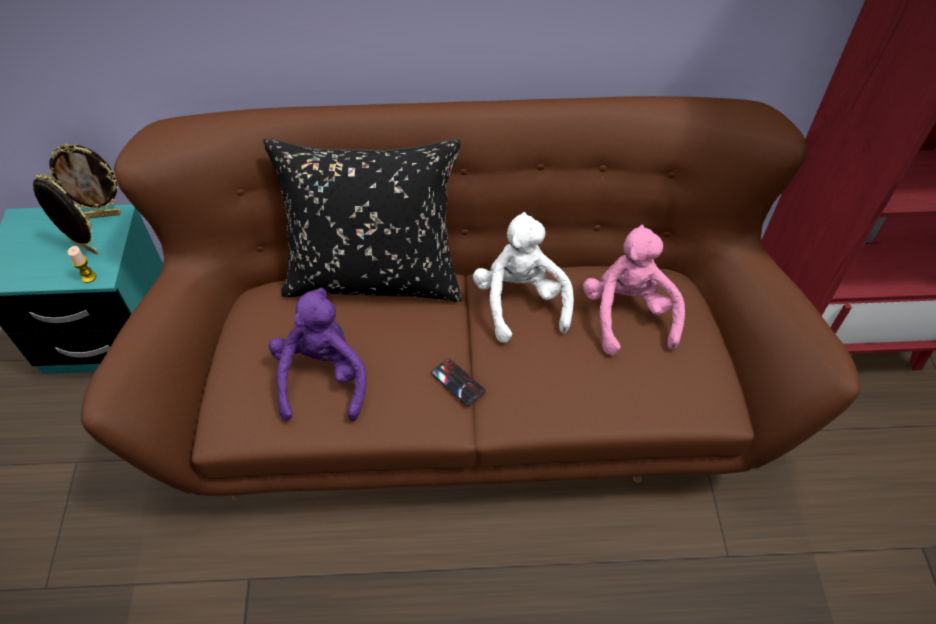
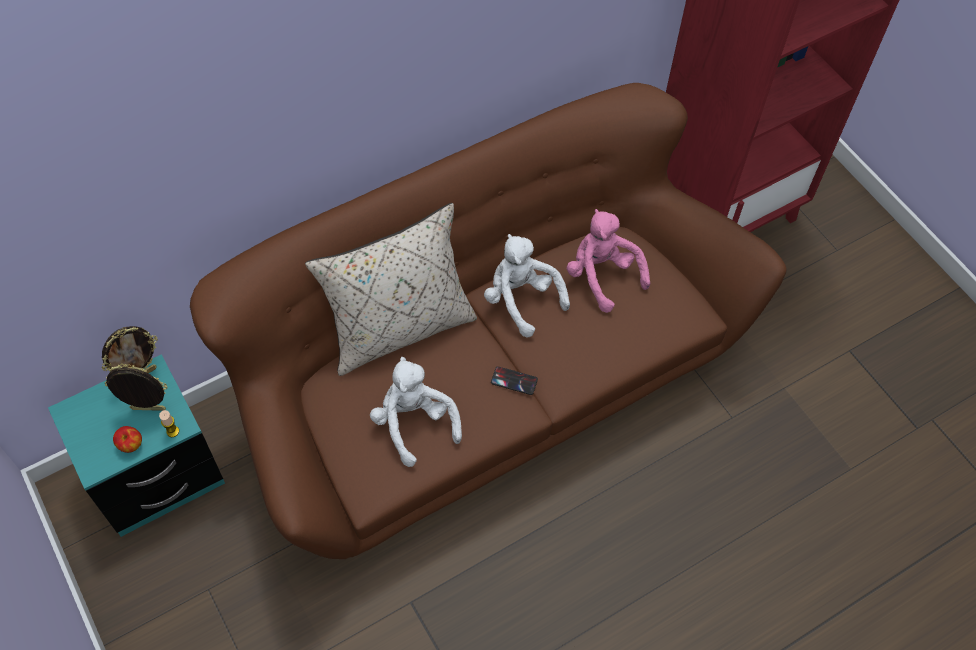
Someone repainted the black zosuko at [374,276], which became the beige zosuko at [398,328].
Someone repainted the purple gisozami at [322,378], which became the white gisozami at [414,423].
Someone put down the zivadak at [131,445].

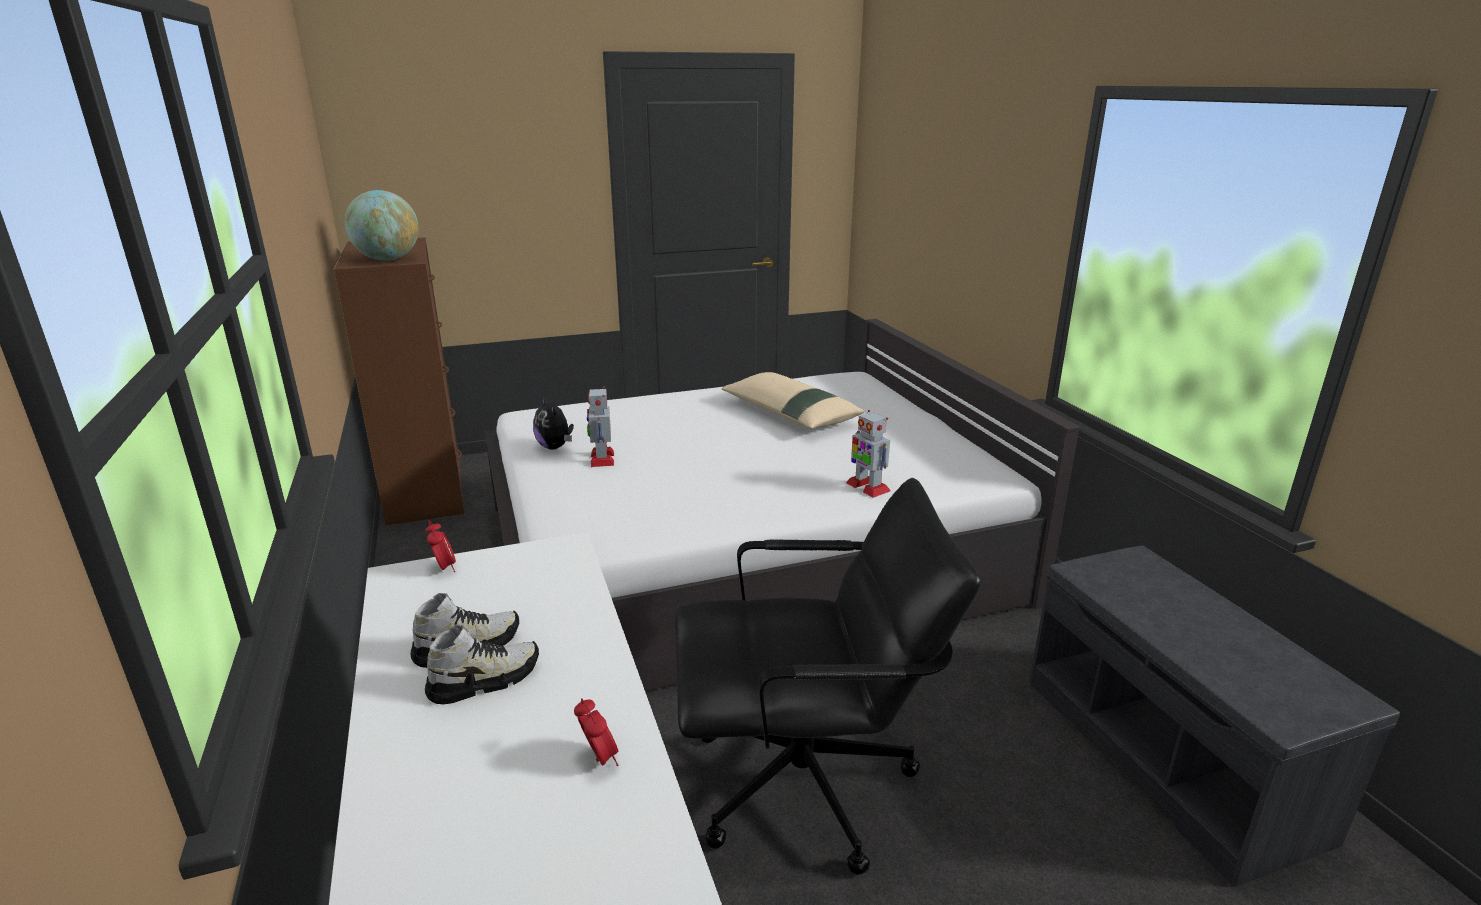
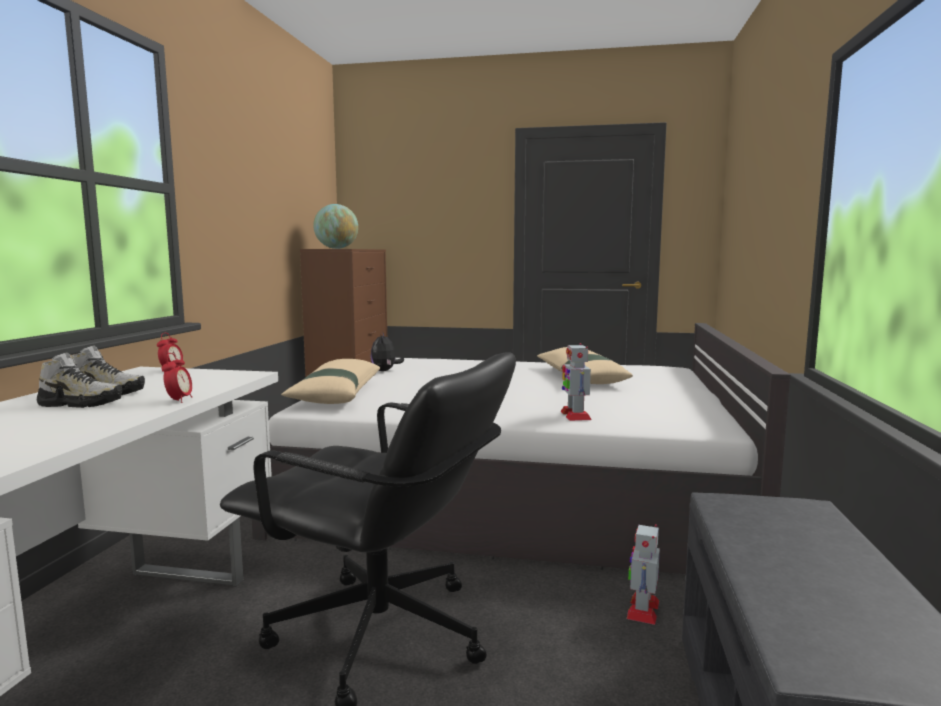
Someone carried the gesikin from [602,458] to [642,609].
Someone carried the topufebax from [599,759] to [179,400].
Someone put down the beige zosuko at [336,394].

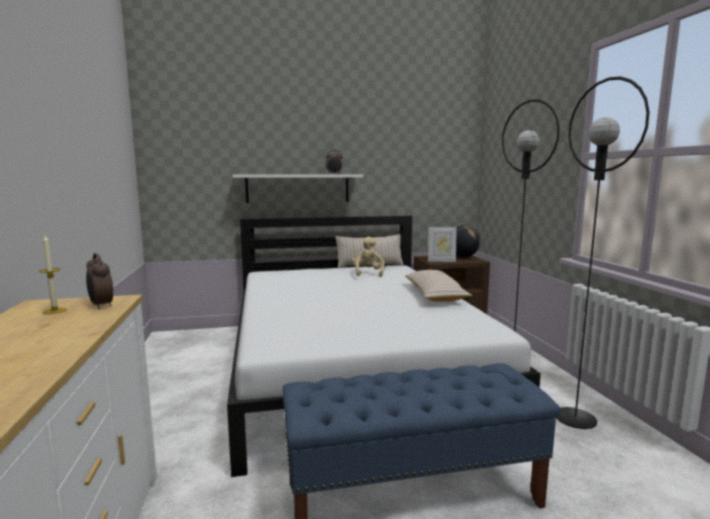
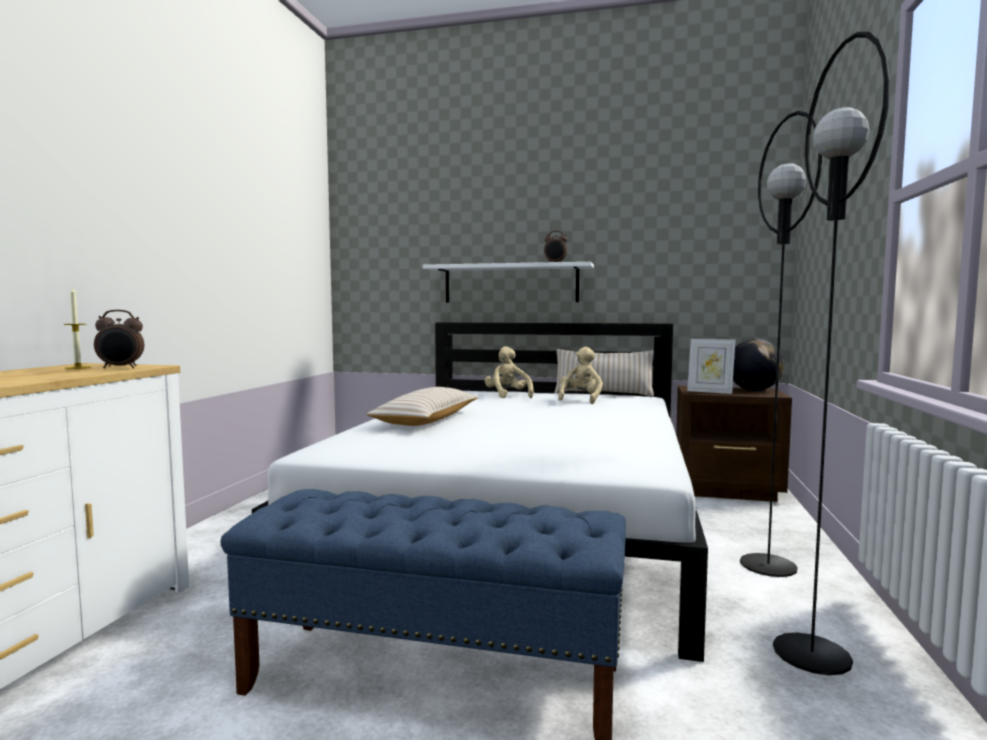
Someone rotated the topufebax at [101,306] by 90 degrees counterclockwise.
Someone carried the beige zosuko from [434,295] to [426,420].
Someone put down the beige gisozami at [507,396].

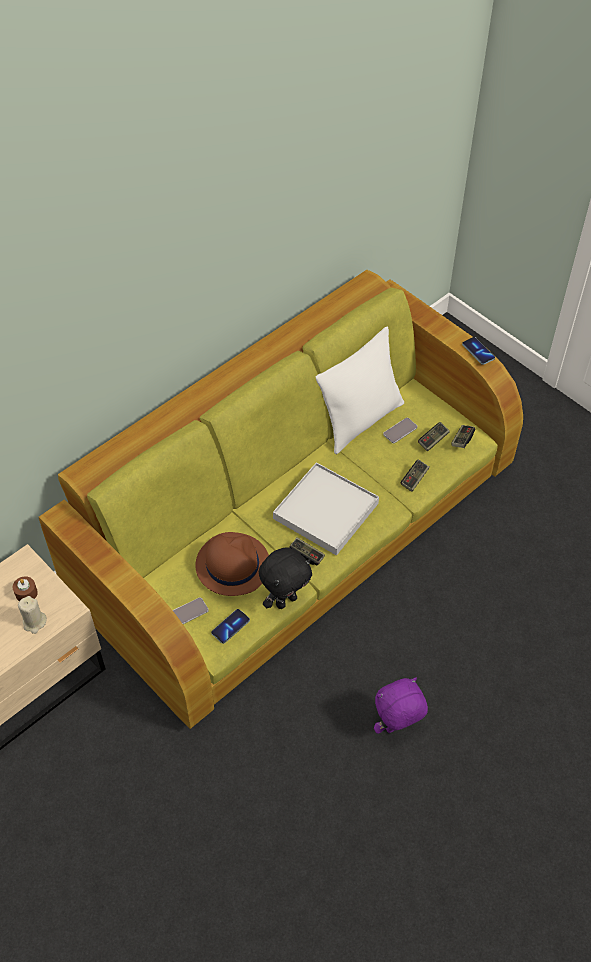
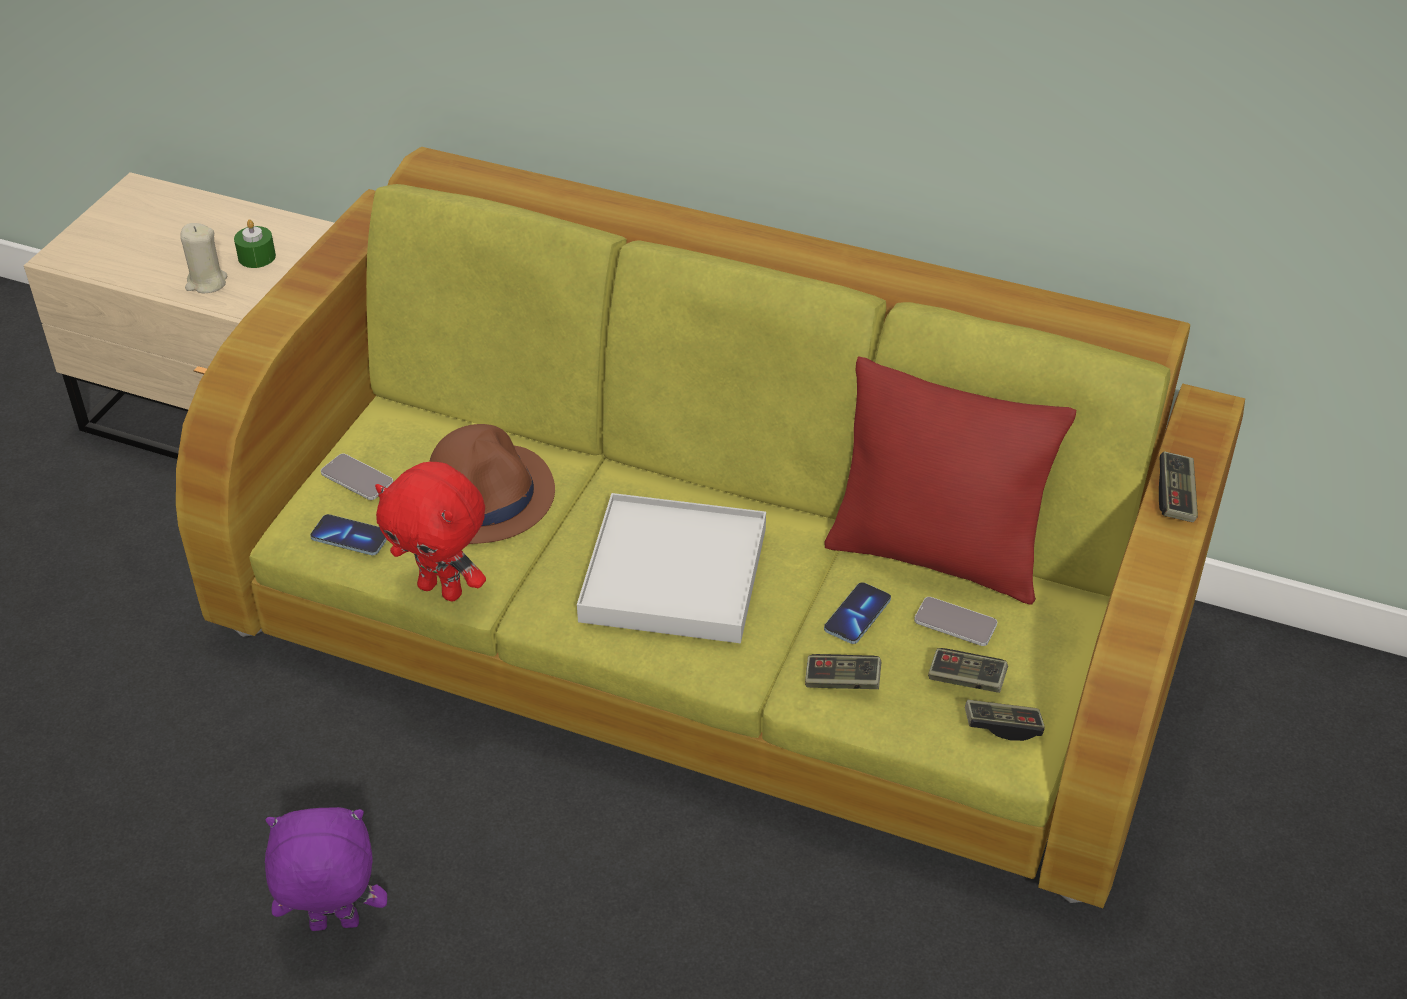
Someone repainted the white zosuko at [360,421], which became the red zosuko at [935,556].
Someone carried the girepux from [478,351] to [857,615].
Someone carried the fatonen from [307,554] to [1175,497].
Someone repainted the black gisozami at [285,600], which became the red gisozami at [442,589].
Someone repainted the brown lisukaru at [26,593], which became the green lisukaru at [257,257].
Someone rotated the purple gisozami at [397,728] by 45 degrees counterclockwise.

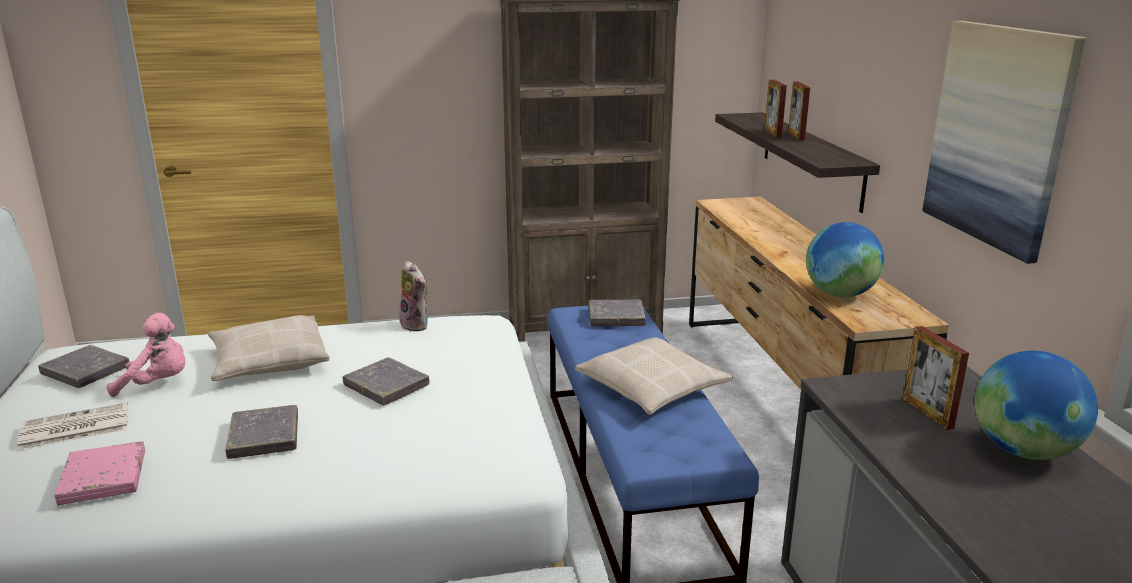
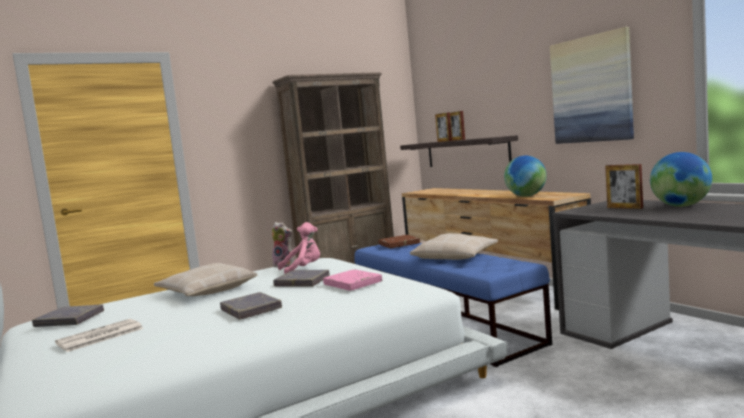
Someone repainted the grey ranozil at [616,317], which became the brown ranozil at [399,244].
Someone carried the pink gisozami from [158,384] to [303,270].
Someone carried the pink ranozil from [103,478] to [352,284].

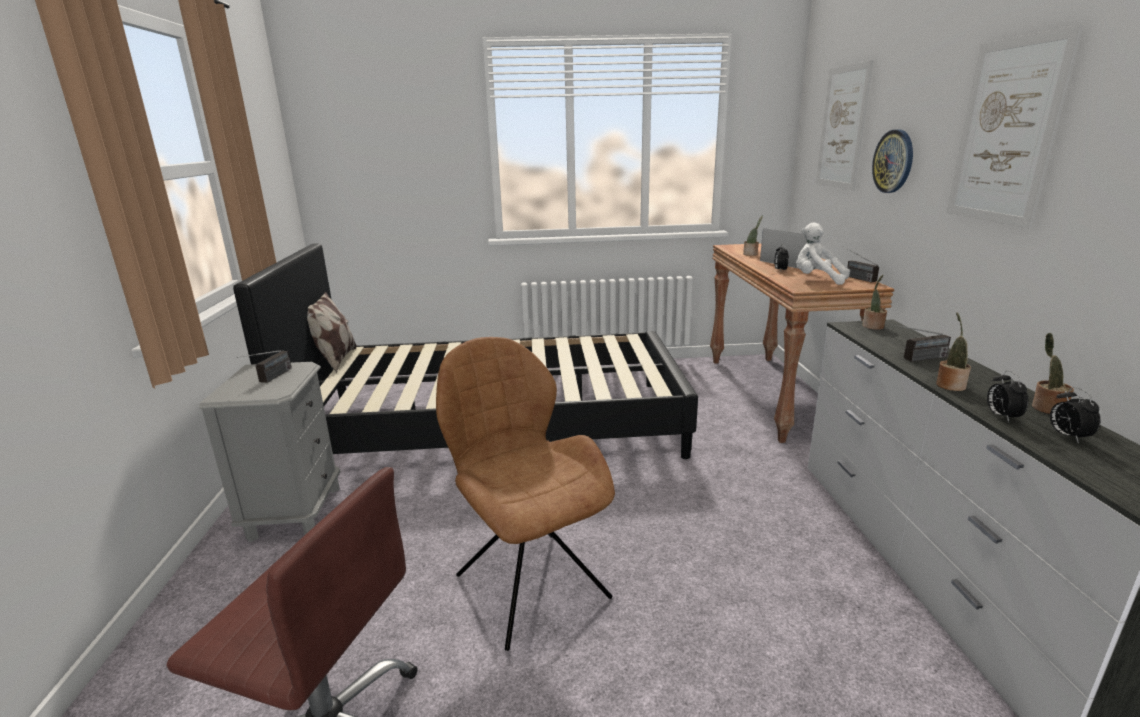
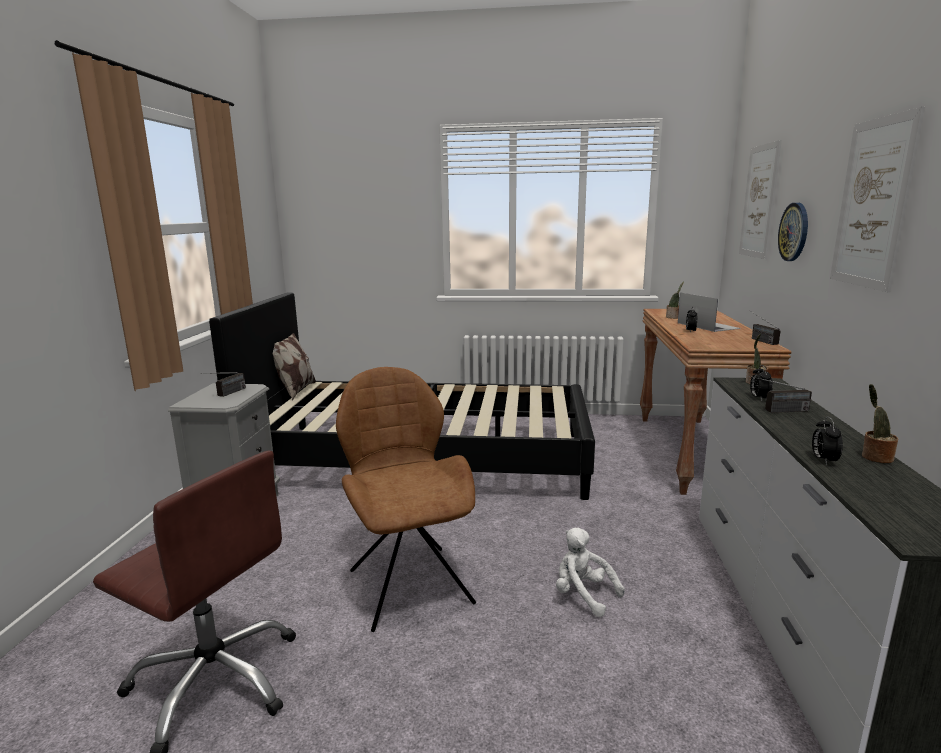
Someone carried the white gisozami from [817,280] to [583,595].
Someone took away the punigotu at [949,385].
Someone carried the topufebax from [1067,436] to [759,398].

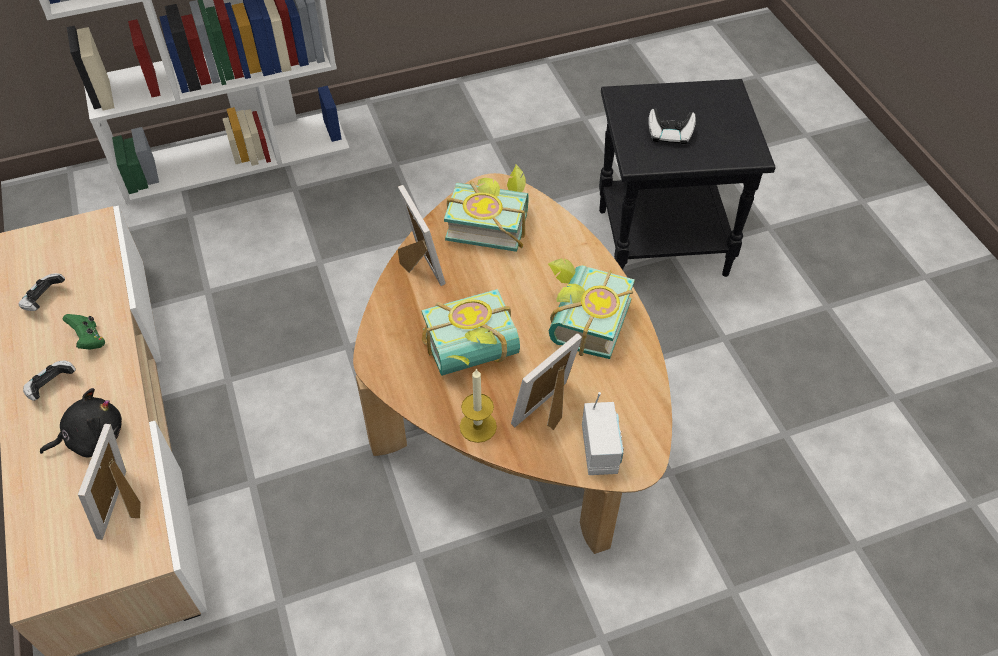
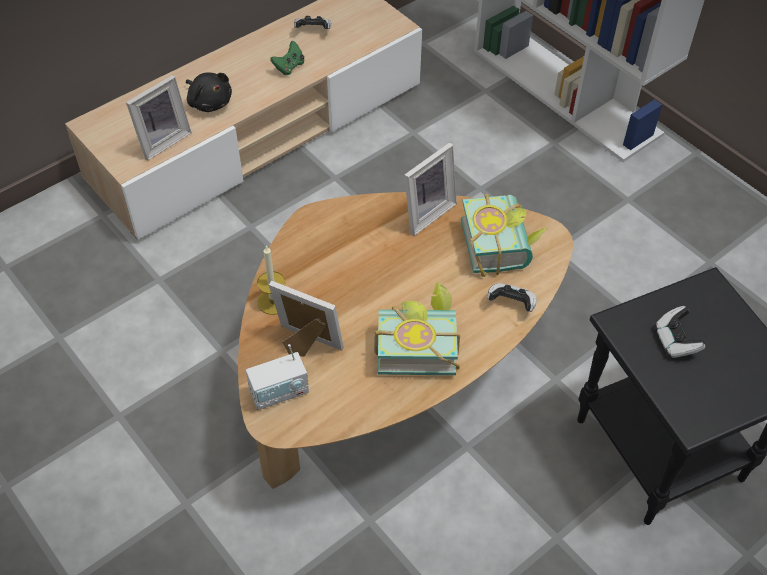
Someone took away the ranozil at [474,355].
Someone carried the fatonen from [52,387] to [511,304].
Someone rotated the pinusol at [126,505] by 150 degrees clockwise.

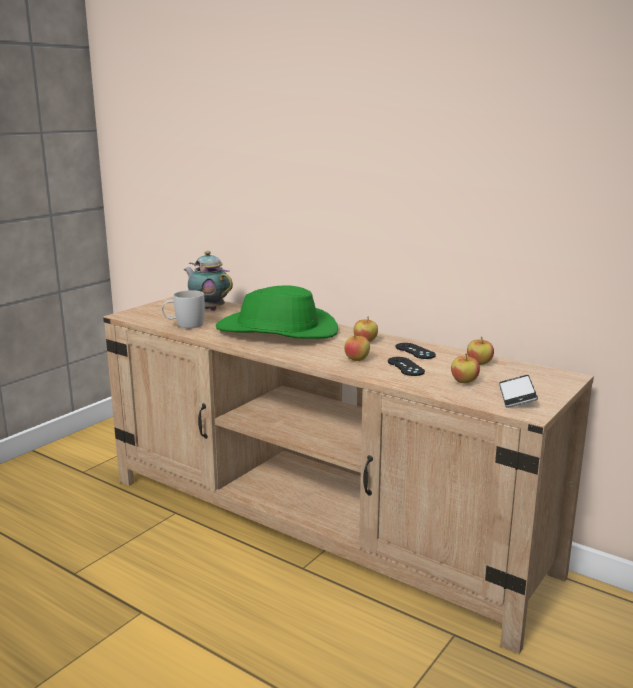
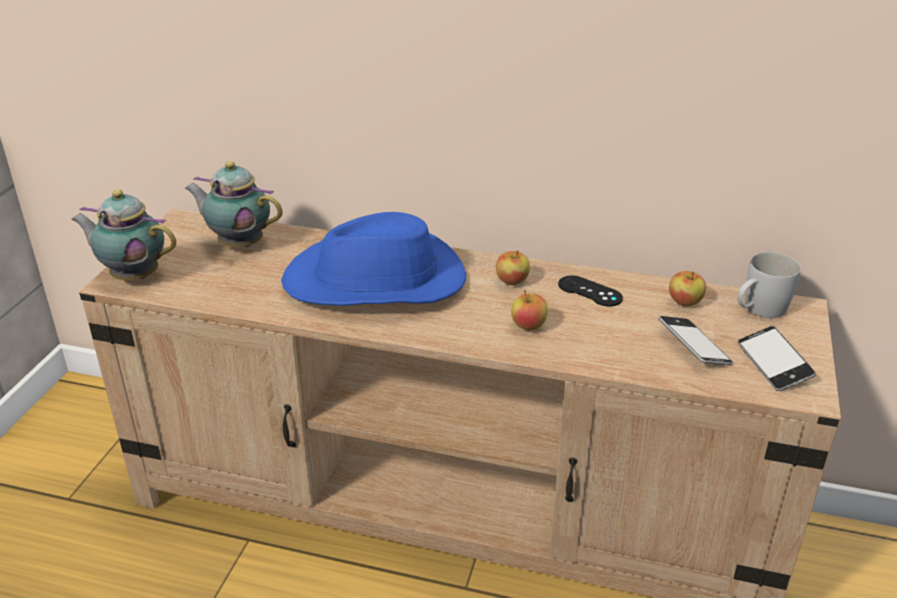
Someone repainted the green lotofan at [277,331], which became the blue lotofan at [376,281].
Someone carried the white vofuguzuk from [184,325] to [758,310].
Someone swapped the zivadak at [464,382] for the girepux at [693,346].
Someone took away the black fatonen at [405,367].
Someone put down the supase at [133,276].

